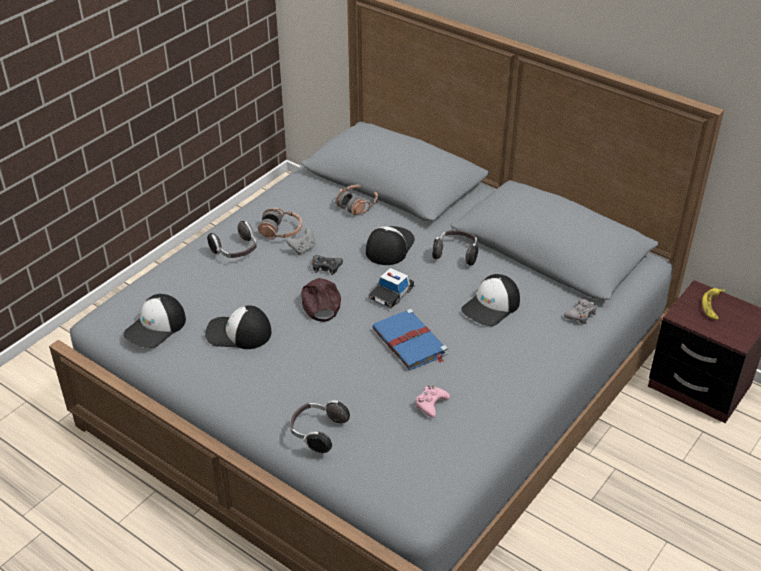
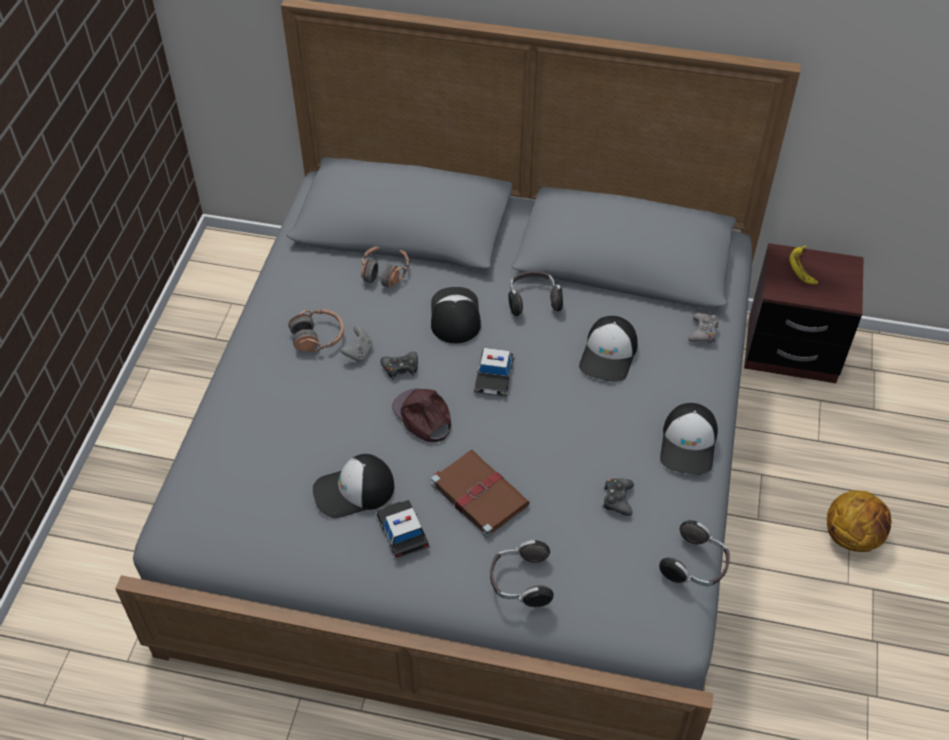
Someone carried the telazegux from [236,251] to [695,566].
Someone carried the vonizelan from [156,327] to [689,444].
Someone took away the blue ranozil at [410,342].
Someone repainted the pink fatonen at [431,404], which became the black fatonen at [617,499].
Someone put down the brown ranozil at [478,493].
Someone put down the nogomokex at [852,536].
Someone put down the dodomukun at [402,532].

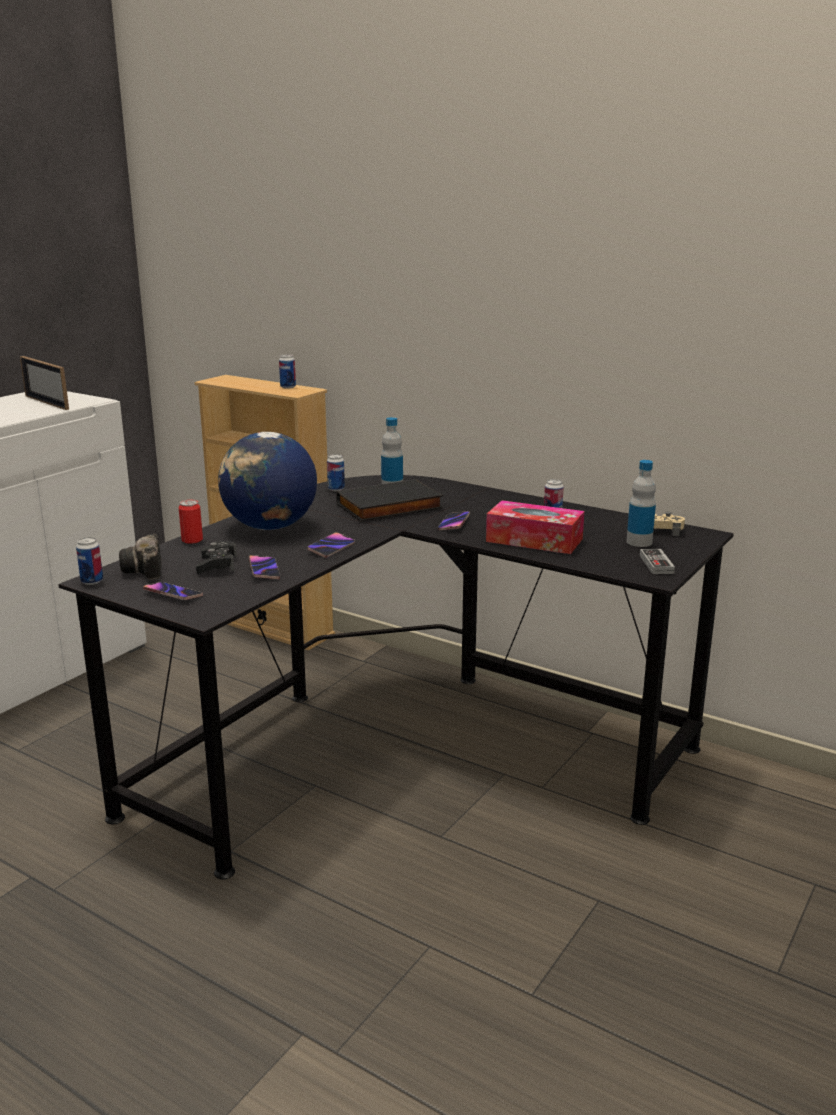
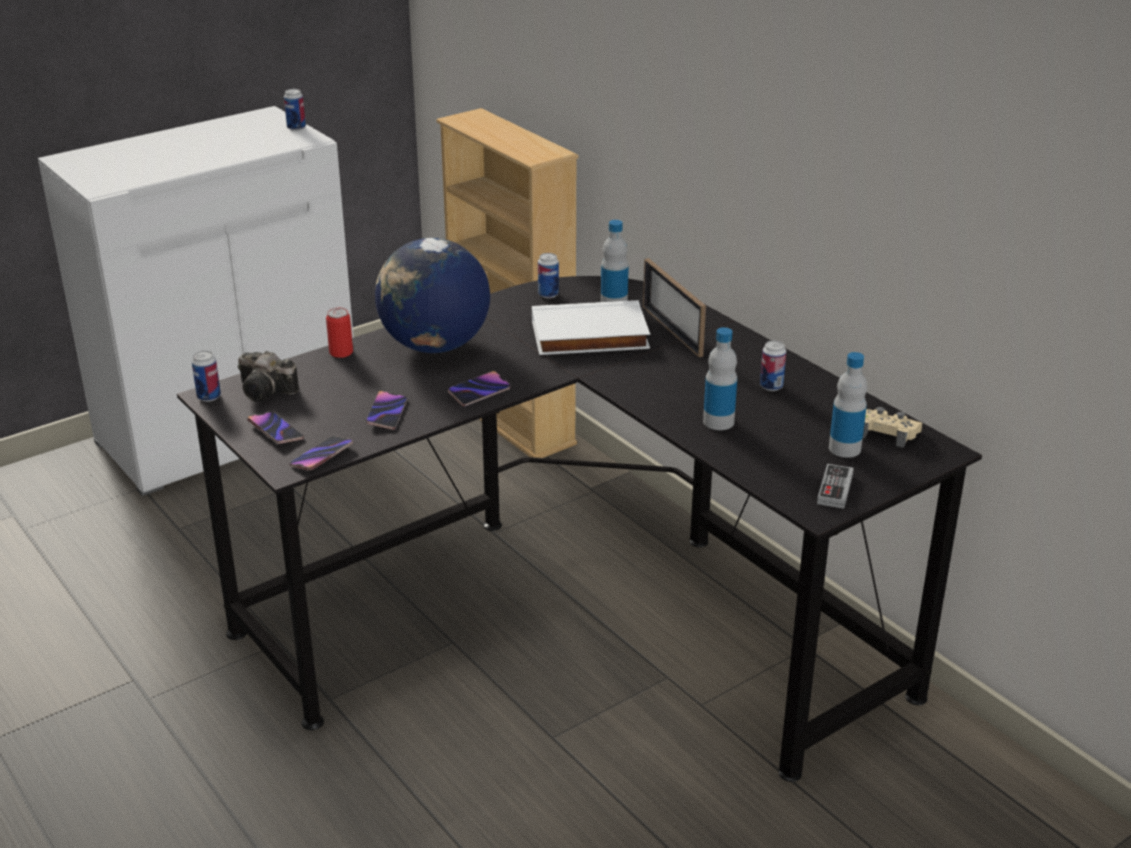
Someone carried the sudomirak from [288,387] to [296,128].
Someone carried the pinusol from [46,402] to [672,331].
Someone repainted the black ranozil at [390,507], which became the white ranozil at [589,336].
Someone swapped the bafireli at [534,540] for the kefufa at [718,422].
Someone carried the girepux from [454,523] to [322,456].
Someone rotated the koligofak at [145,571] by 75 degrees counterclockwise.
Someone took away the black fatonen at [217,565].

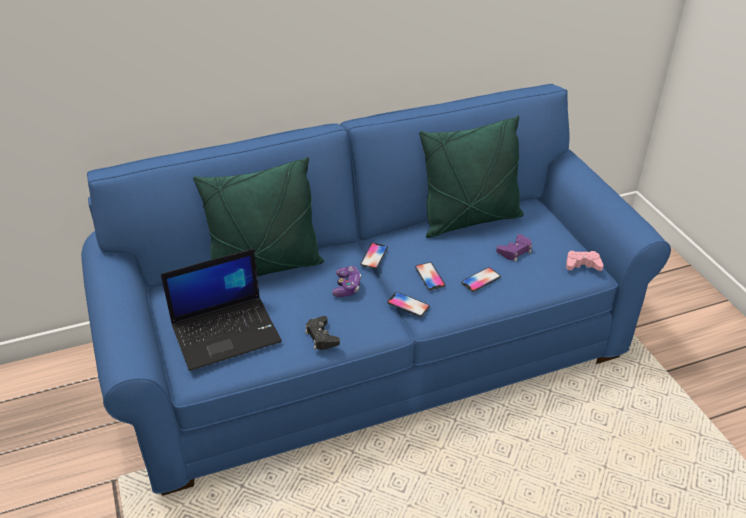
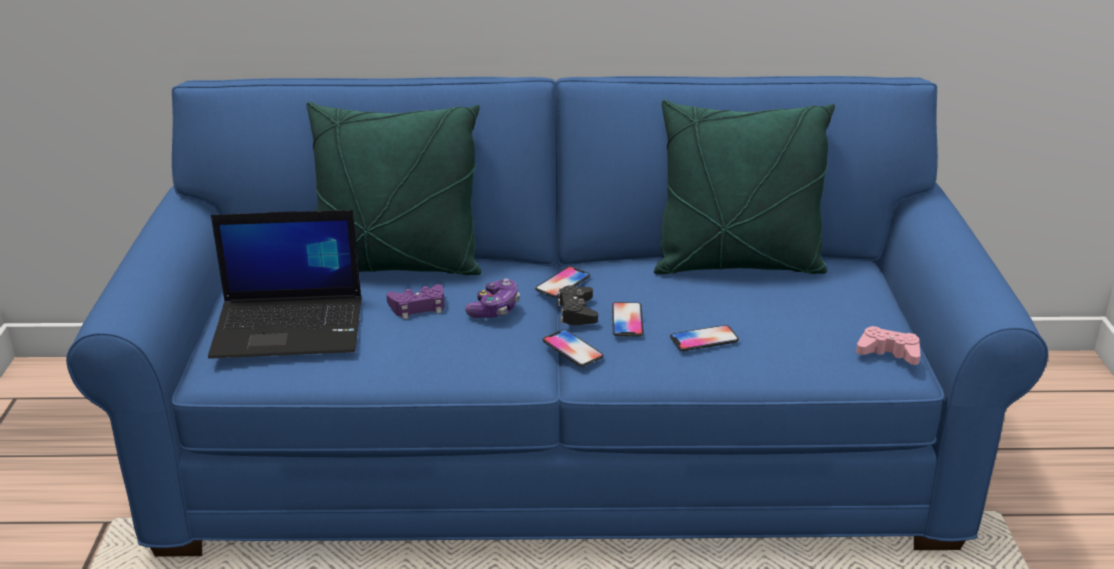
Someone carried the purple fatonen from [515,251] to [418,307].
Someone carried the black fatonen from [321,337] to [577,312].

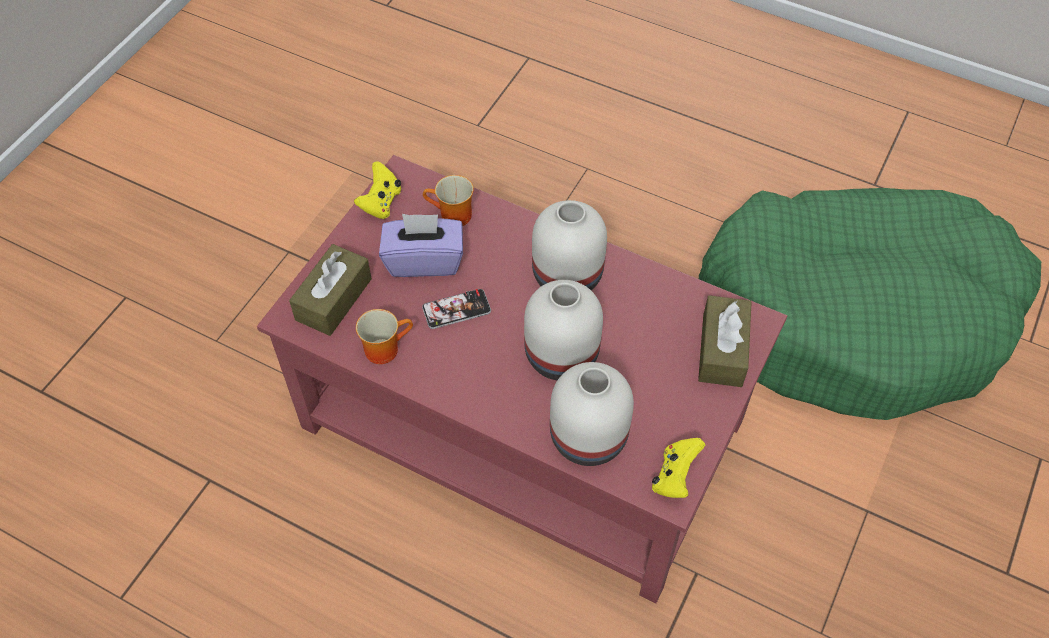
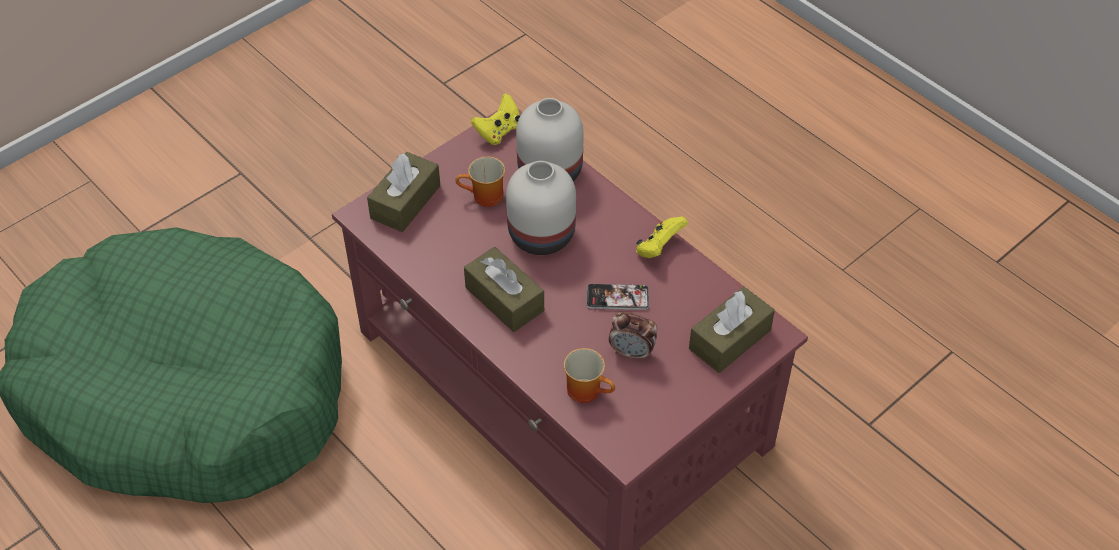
Someone carried the yellow fatonen from [381,203] to [659,248].
Someone swapped the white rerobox at [565,276] for the brown bafireli at [504,299].
Someone swapped the purple bafireli at [424,260] for the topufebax at [632,352].
Someone carried the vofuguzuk from [384,347] to [484,198].

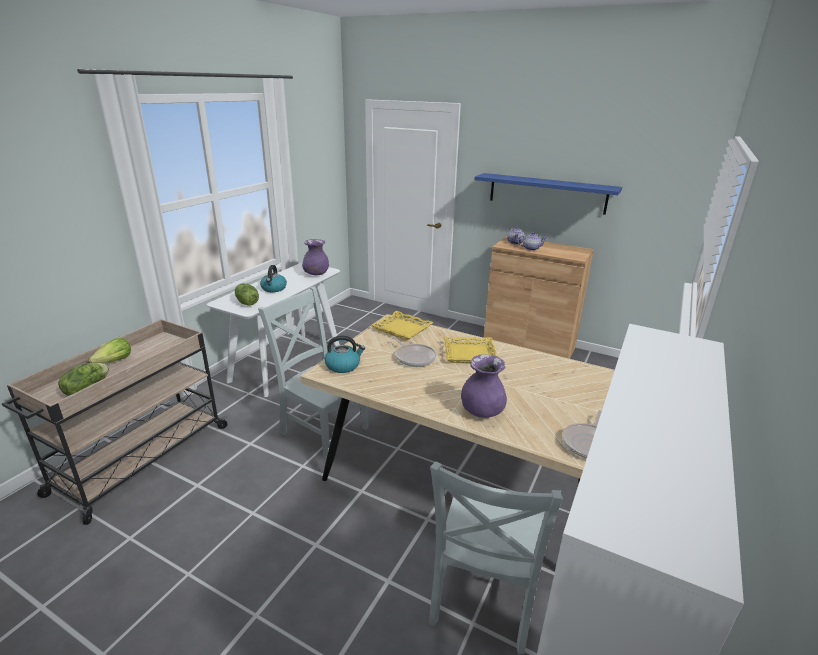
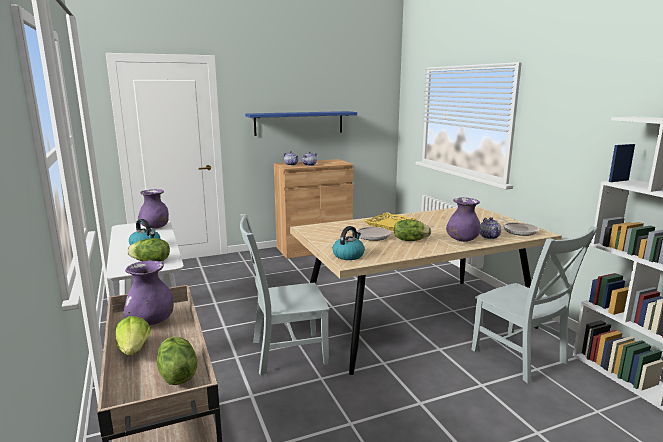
Someone took away the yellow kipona at [402,329].
Someone put down the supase at [489,237].
Someone put down the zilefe at [410,240].
Someone put down the purple rerobox at [151,322].

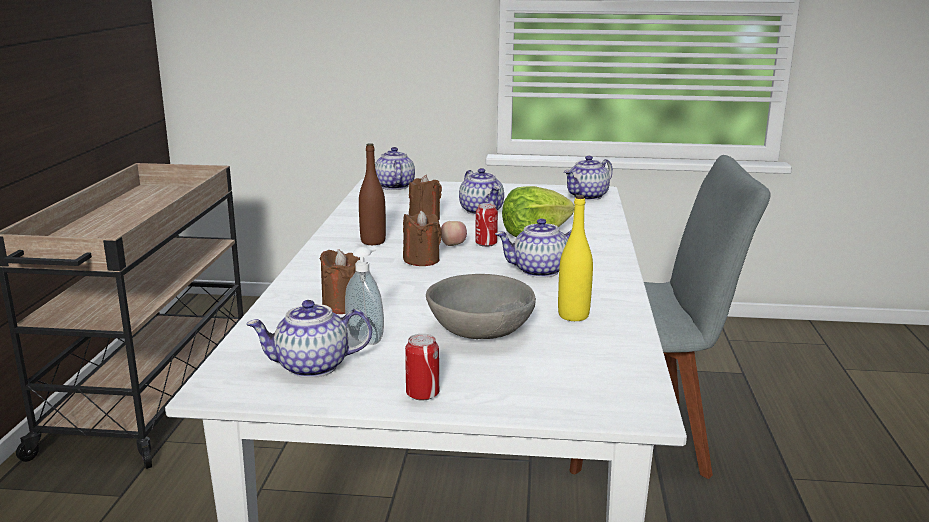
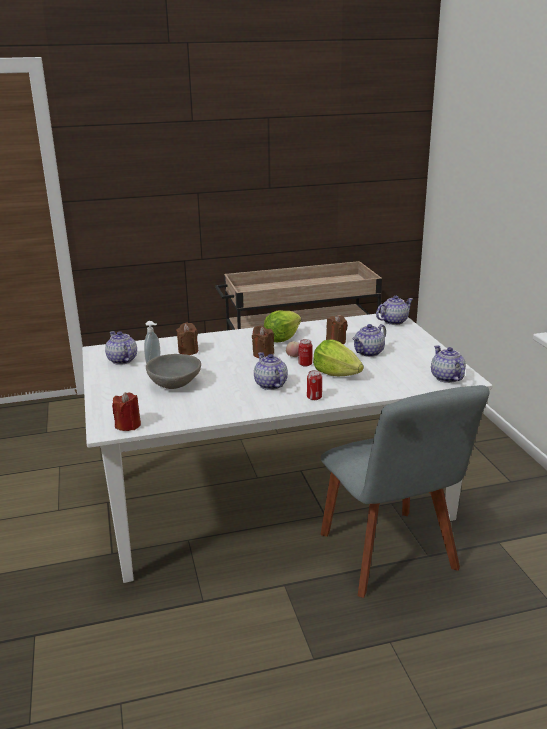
Someone swapped the brown kefufa at [373,242] for the zilefe at [282,338].
Someone rotated the supase at [587,196] by 45 degrees clockwise.
Someone took away the yellow kefufa at [573,316].
Someone carried the sudomirak from [422,394] to [314,397].
Someone put down the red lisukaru at [128,425].

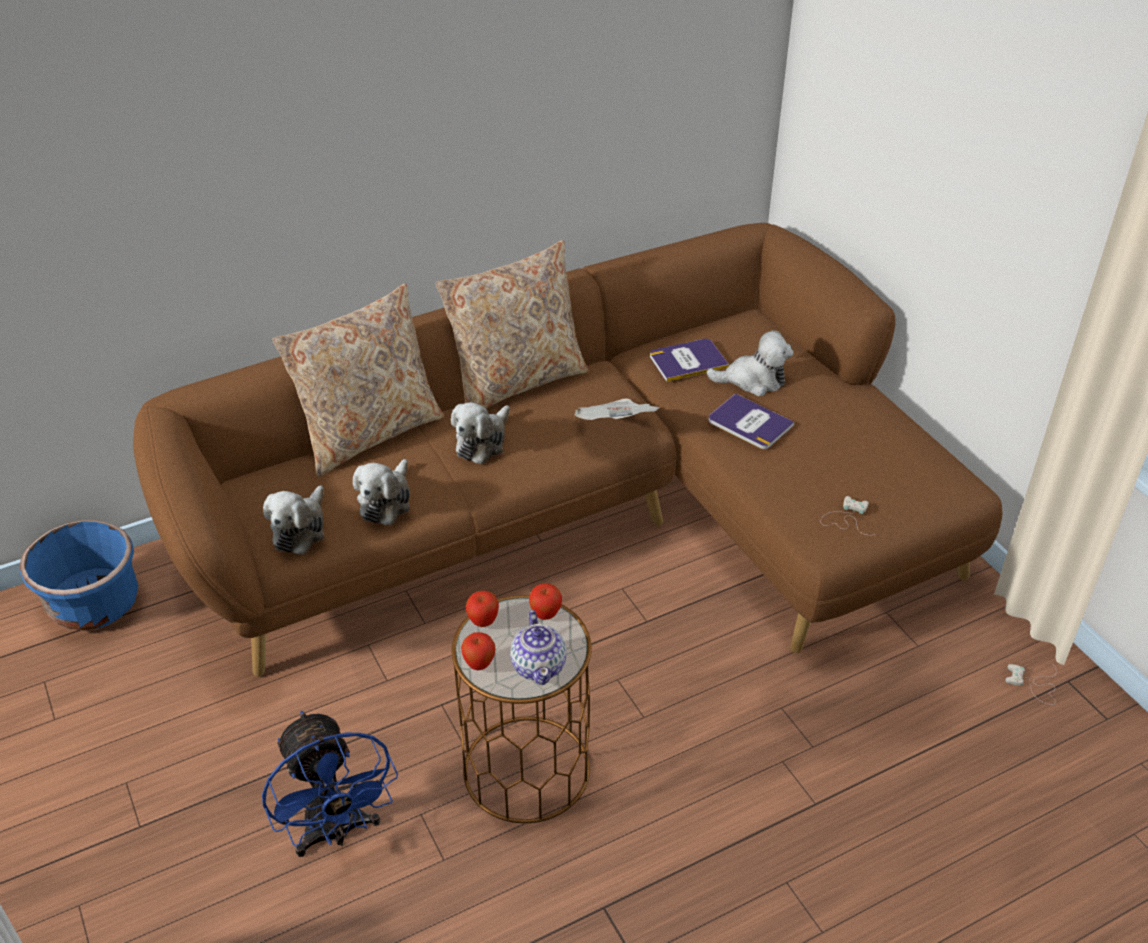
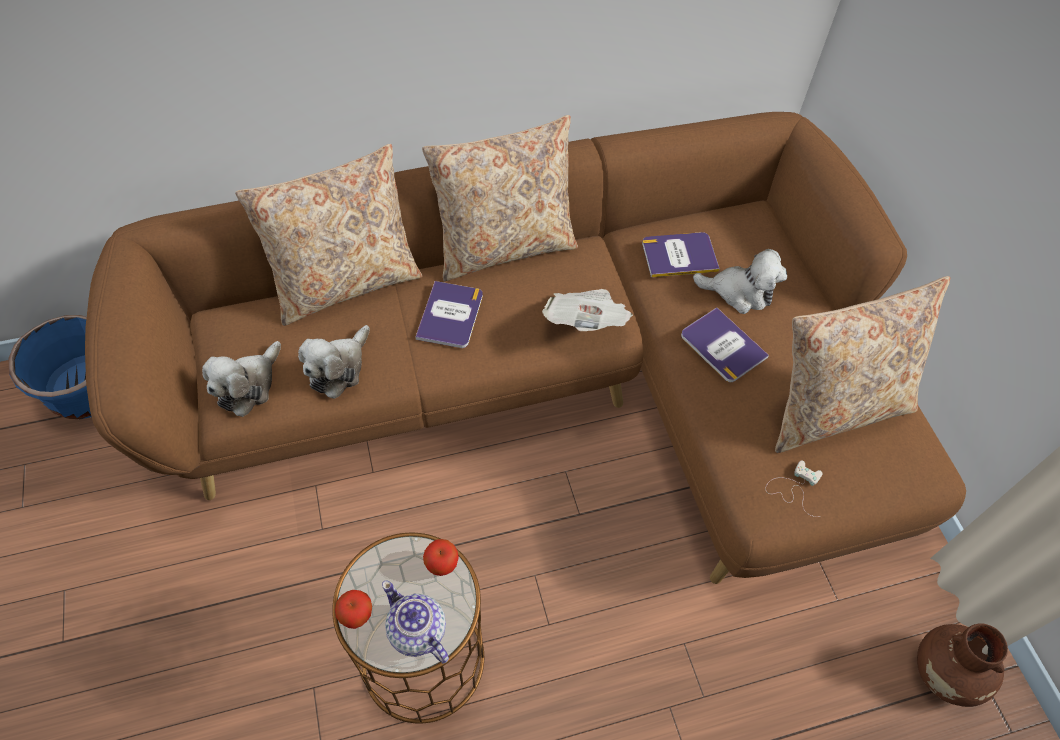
Someone swapped the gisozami at [482,442] for the ranozil at [450,315].
Someone took away the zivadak at [483,622].
Someone rotated the supase at [539,666] by 135 degrees clockwise.
Someone swapped the white fatonen at [1034,685] for the brown rerobox at [945,674].
Someone took away the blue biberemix at [336,832].
Someone put down the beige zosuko at [833,408].

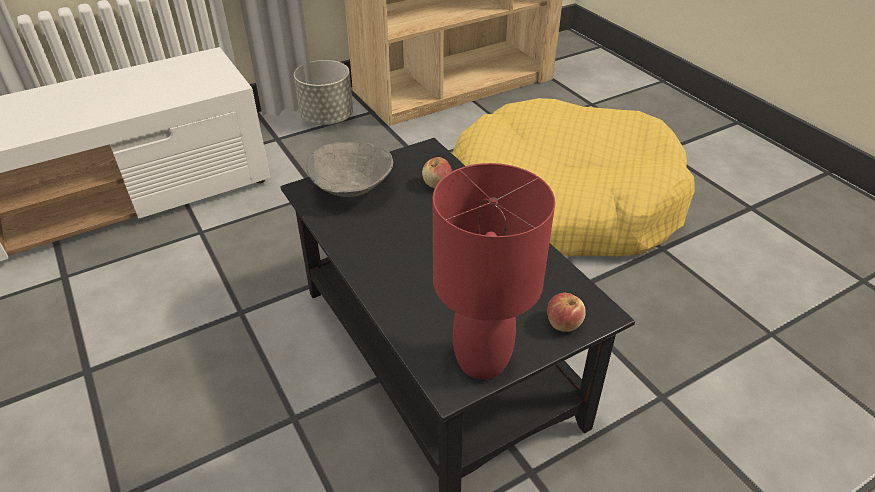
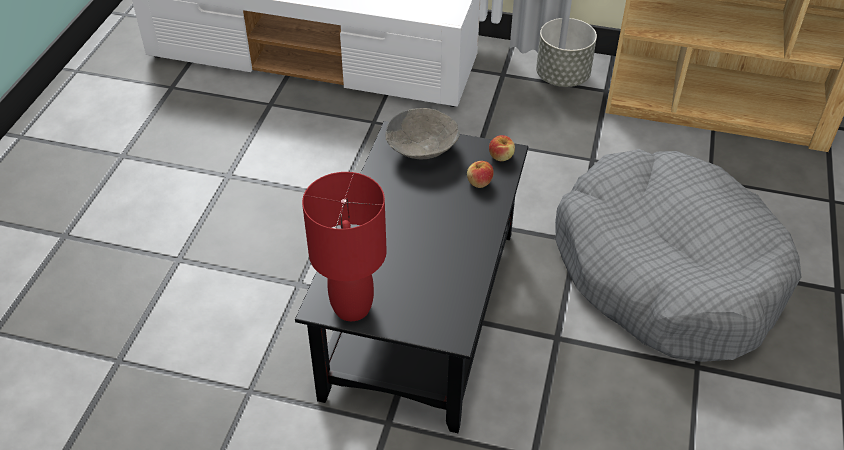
Someone repainted the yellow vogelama at [563,202], which became the grey vogelama at [666,272].
Someone carried the zivadak from [563,323] to [501,156].

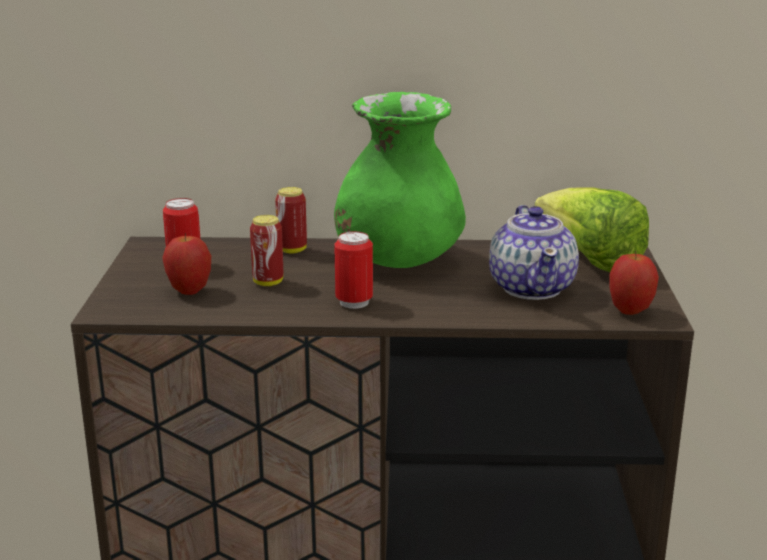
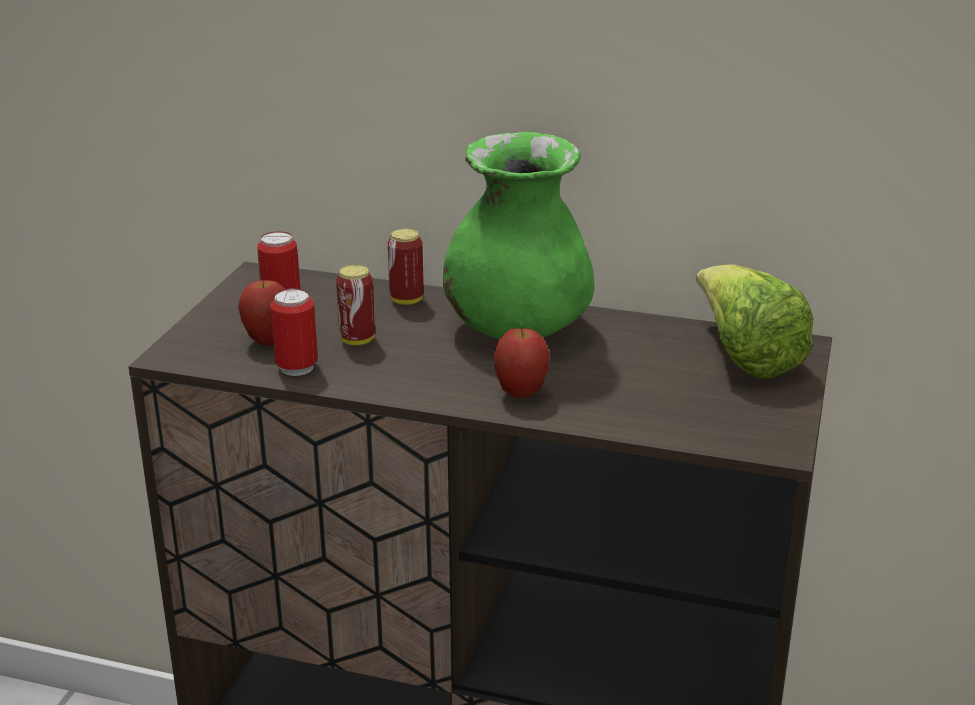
Someone took away the supase at [532,287].
Someone carried the sudomirak from [354,302] to [297,367].
Someone carried the zivadak from [630,311] to [521,393].

